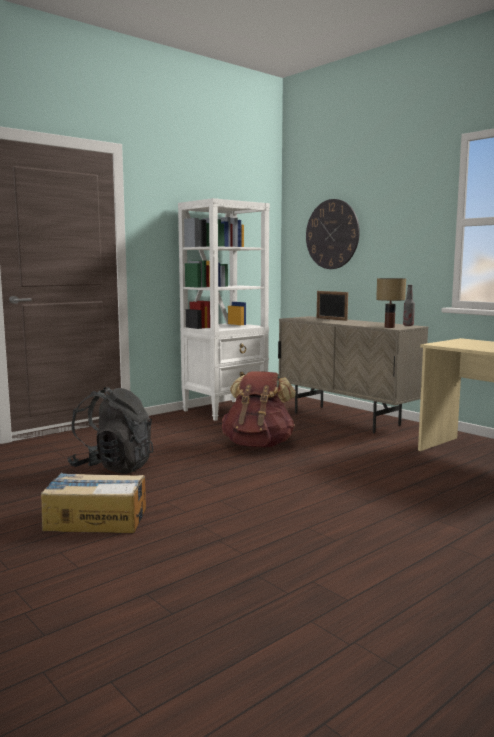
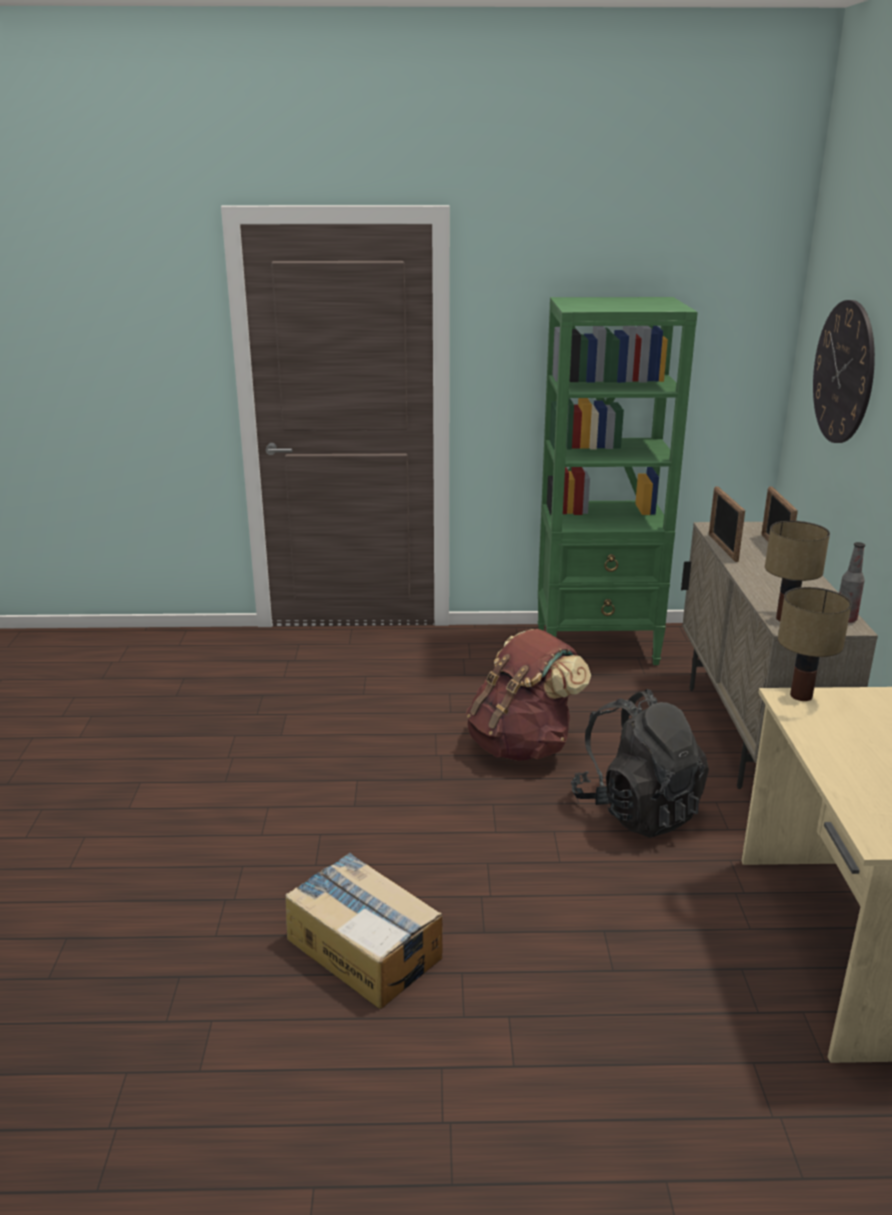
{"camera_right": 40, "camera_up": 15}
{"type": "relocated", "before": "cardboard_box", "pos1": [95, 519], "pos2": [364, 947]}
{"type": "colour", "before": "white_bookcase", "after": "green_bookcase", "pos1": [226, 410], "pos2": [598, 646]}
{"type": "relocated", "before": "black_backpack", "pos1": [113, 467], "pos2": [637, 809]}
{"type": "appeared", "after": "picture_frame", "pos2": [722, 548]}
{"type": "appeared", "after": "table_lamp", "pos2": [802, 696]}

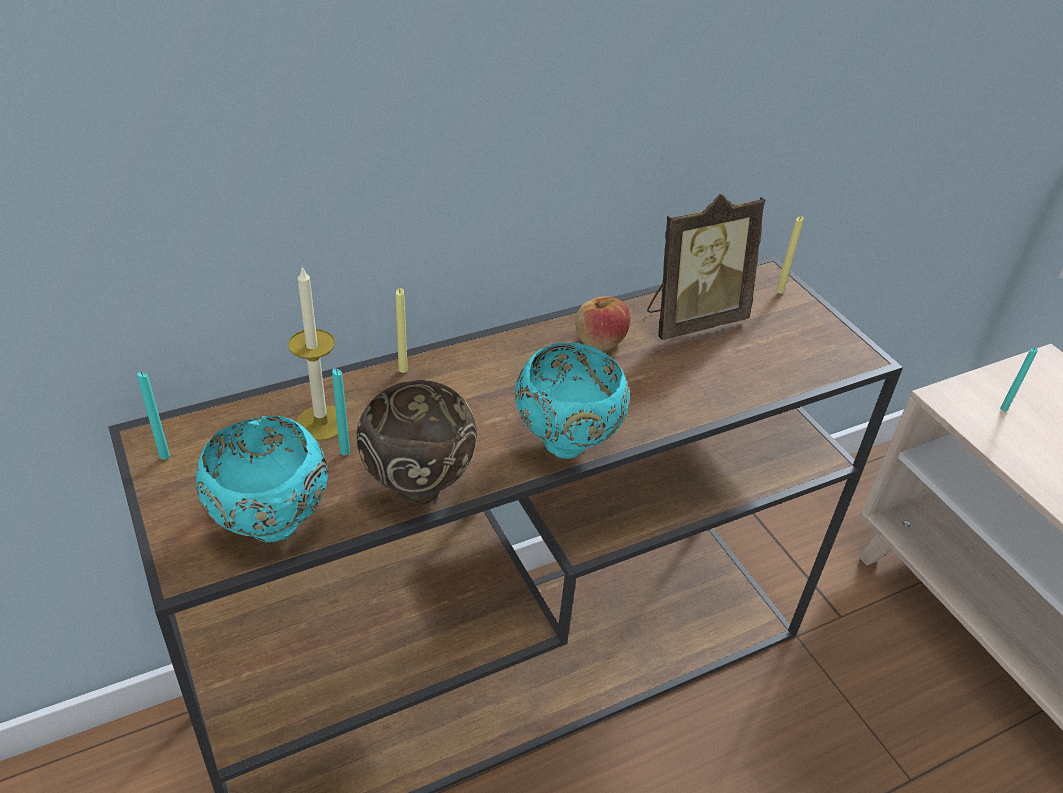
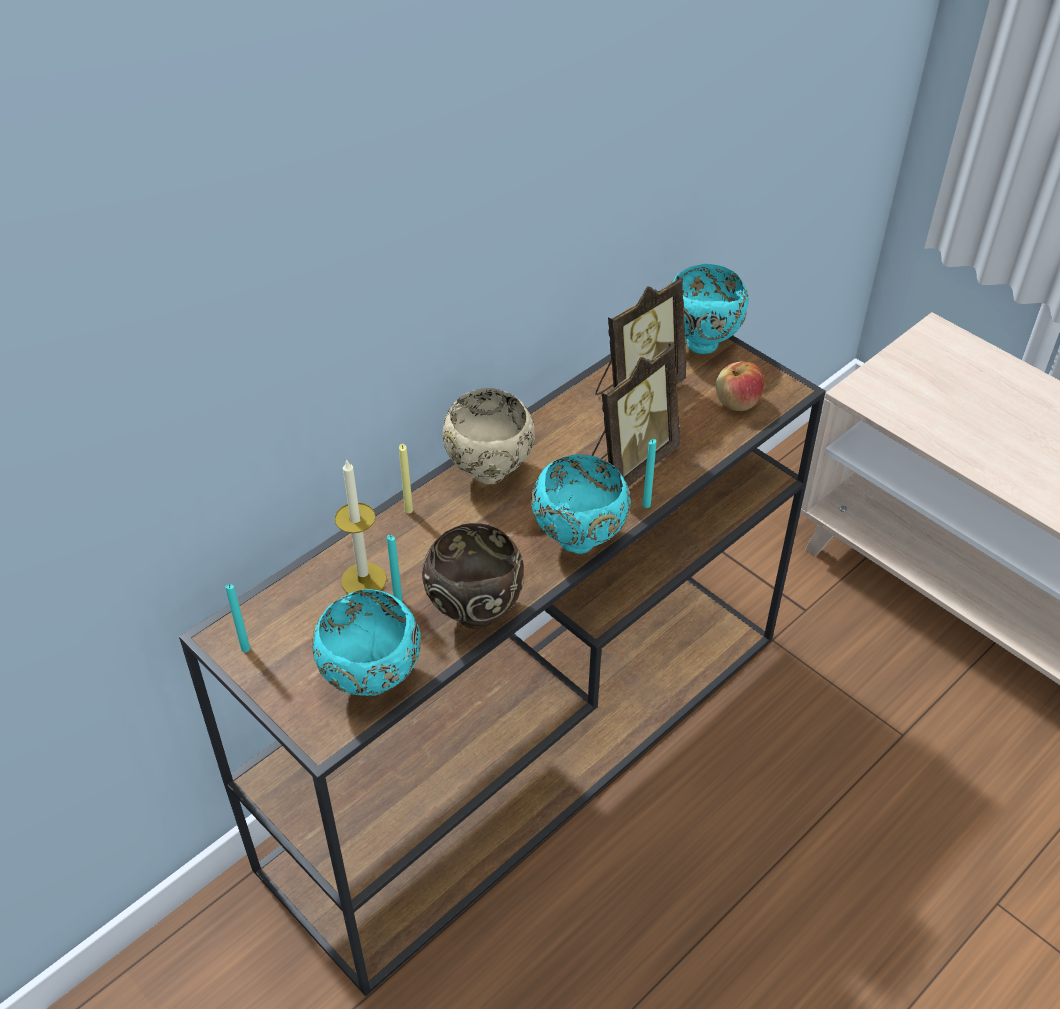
{"camera_right": -15, "camera_up": 5}
{"type": "appeared", "after": "beige_bowl", "pos2": [490, 474]}
{"type": "appeared", "after": "picture_frame", "pos2": [629, 463]}
{"type": "relocated", "before": "turquoise_candle", "pos1": [1003, 409], "pos2": [646, 505]}
{"type": "exchanged", "before": "yellow_candle", "after": "turquoise_bowl", "pos1": [780, 291], "pos2": [701, 342]}
{"type": "relocated", "before": "apple", "pos1": [599, 341], "pos2": [737, 402]}

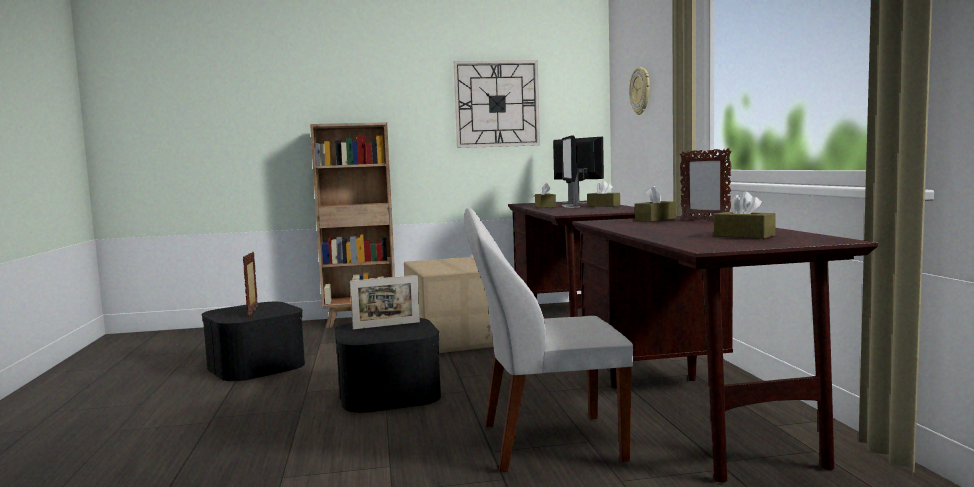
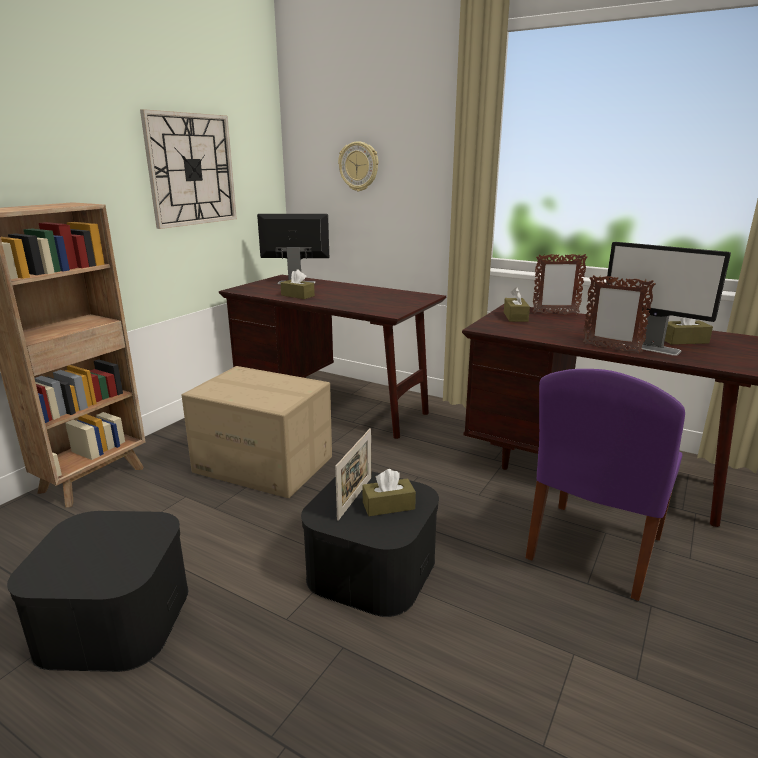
{"camera_right": -50, "camera_up": 15}
{"type": "relocated", "before": "brown_tissue_box", "pos1": [603, 206], "pos2": [388, 506]}
{"type": "colour", "before": "white_chair", "after": "purple_chair", "pos1": [546, 443], "pos2": [592, 550]}
{"type": "relocated", "before": "picture_frame", "pos1": [253, 312], "pos2": [610, 349]}
{"type": "relocated", "before": "monitor", "pos1": [571, 206], "pos2": [650, 347]}

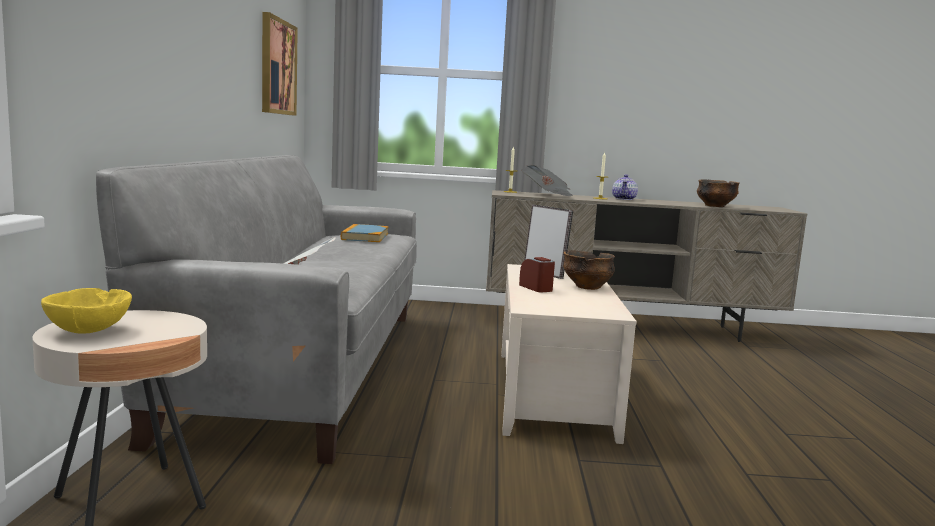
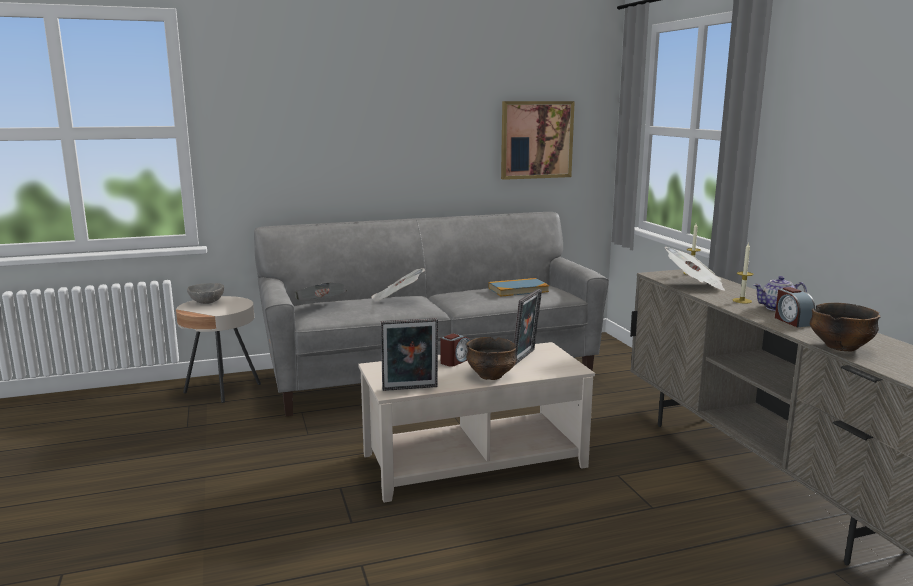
{"camera_right": 70, "camera_up": 5}
{"type": "colour", "before": "yellow_bowl", "after": "grey_bowl", "pos1": [89, 331], "pos2": [207, 303]}
{"type": "appeared", "after": "newspaper", "pos2": [397, 299]}
{"type": "appeared", "after": "picture_frame", "pos2": [410, 389]}
{"type": "appeared", "after": "alarm_clock", "pos2": [792, 321]}

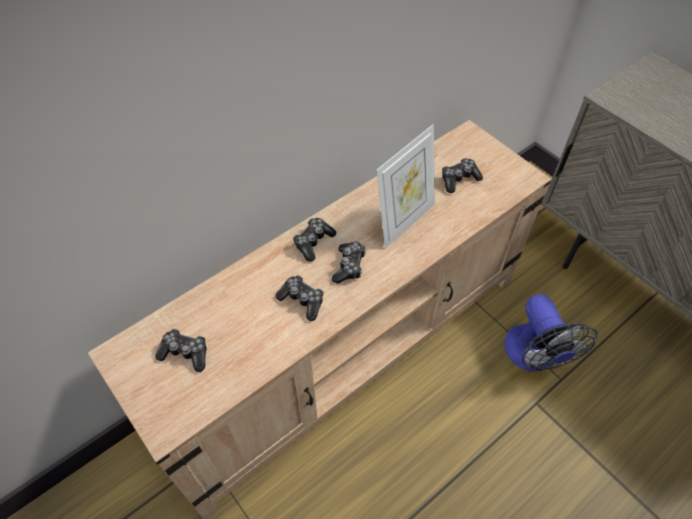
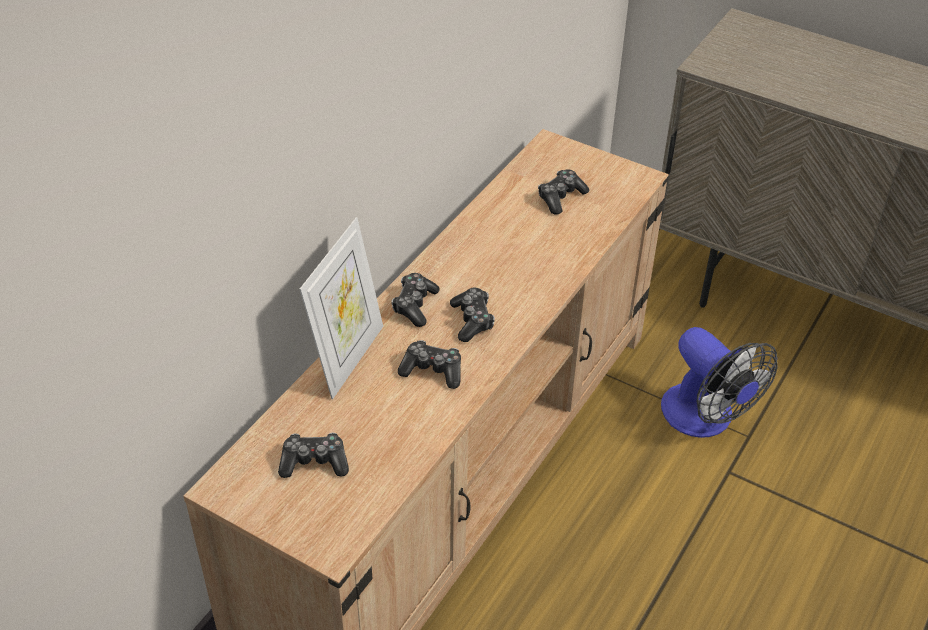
{"camera_right": -20, "camera_up": -10}
{"type": "relocated", "before": "picture_frame", "pos1": [404, 221], "pos2": [348, 358]}

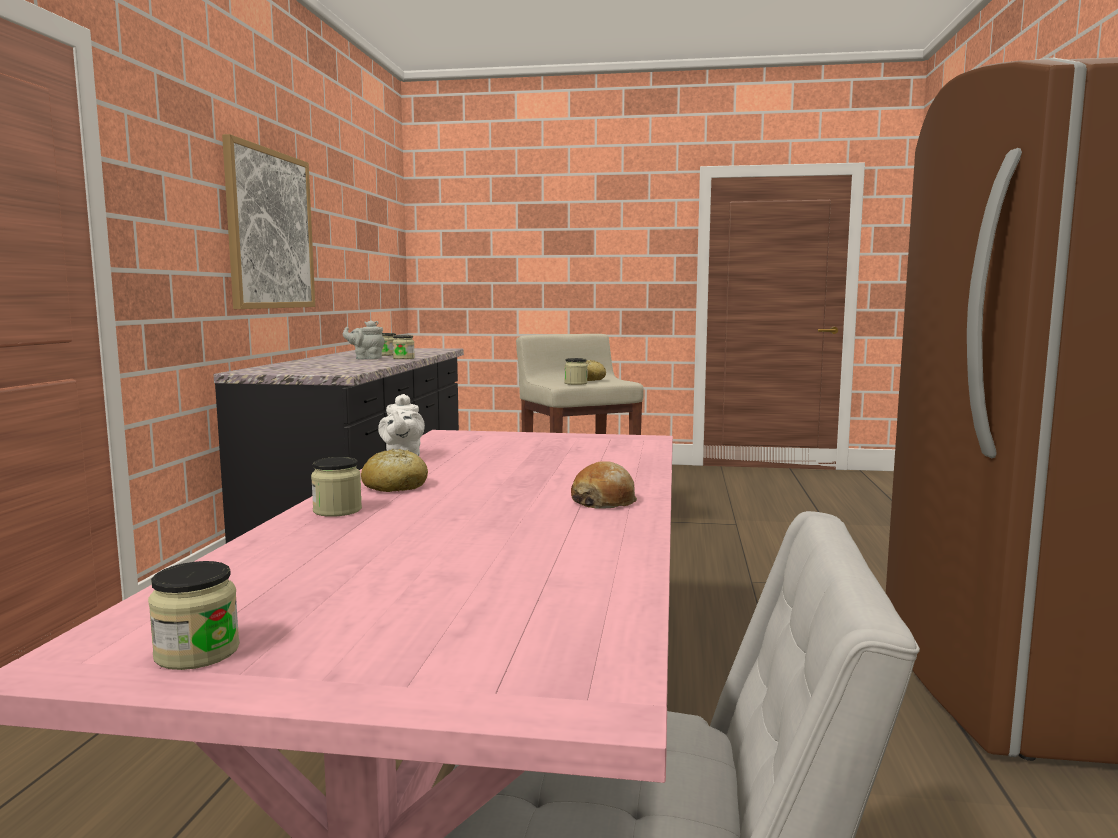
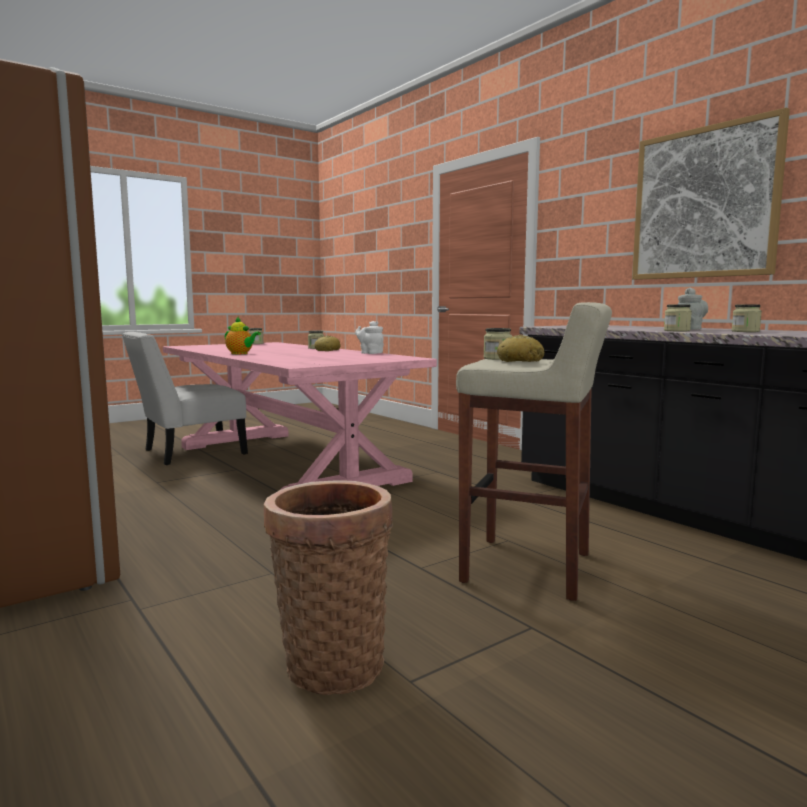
{"camera_right": 135, "camera_up": 0}
{"type": "exchanged", "before": "bread", "after": "teapot", "pos1": [604, 501], "pos2": [241, 354]}
{"type": "appeared", "after": "basket", "pos2": [331, 662]}

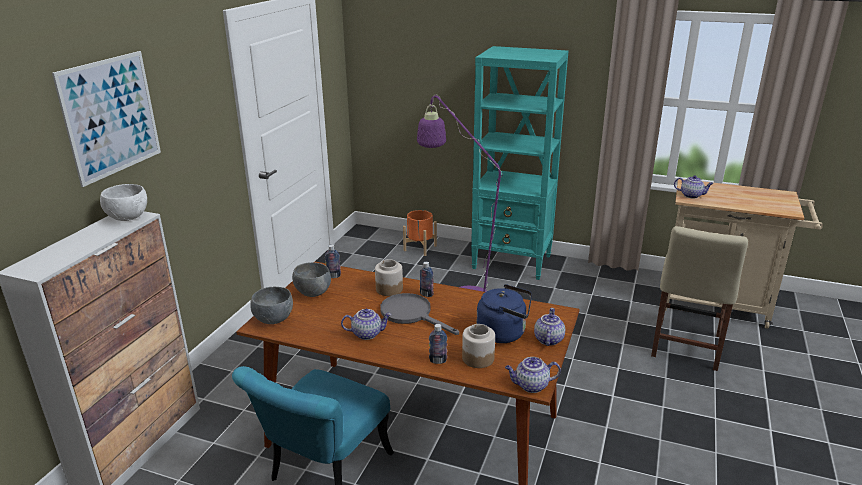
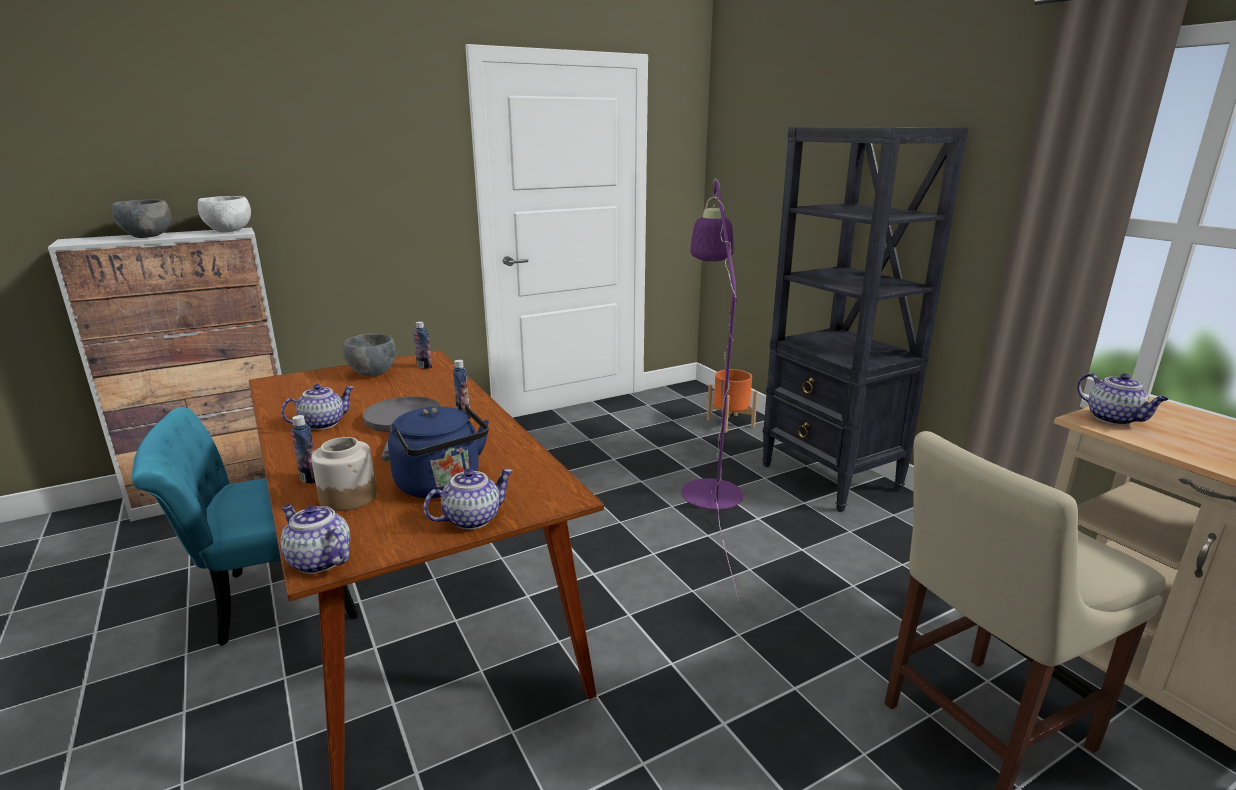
{"camera_right": 40, "camera_up": -5}
{"type": "relocated", "before": "grey_bowl", "pos1": [273, 319], "pos2": [148, 236]}
{"type": "spun", "before": "teapot", "pos1": [367, 333], "pos2": [323, 423], "turn": -75}
{"type": "colour", "before": "turquoise_bookcase", "after": "black_bookcase", "pos1": [512, 262], "pos2": [830, 478]}
{"type": "missing", "before": "picture", "pos1": [111, 116]}
{"type": "missing", "before": "jar", "pos1": [389, 289]}

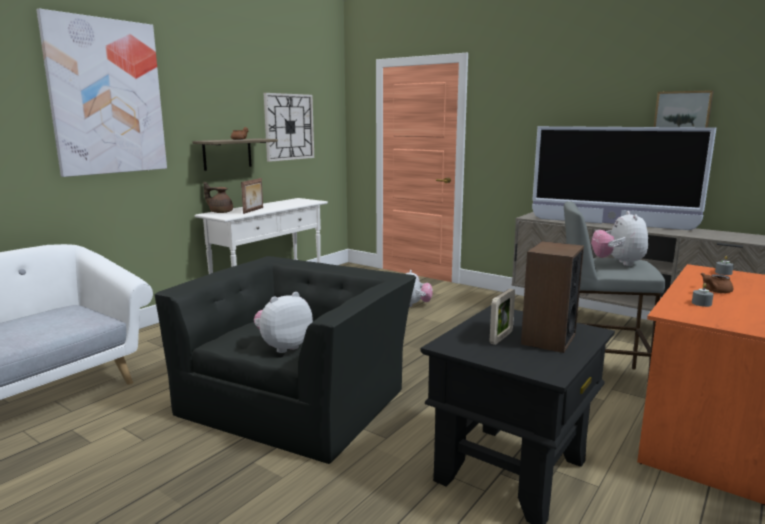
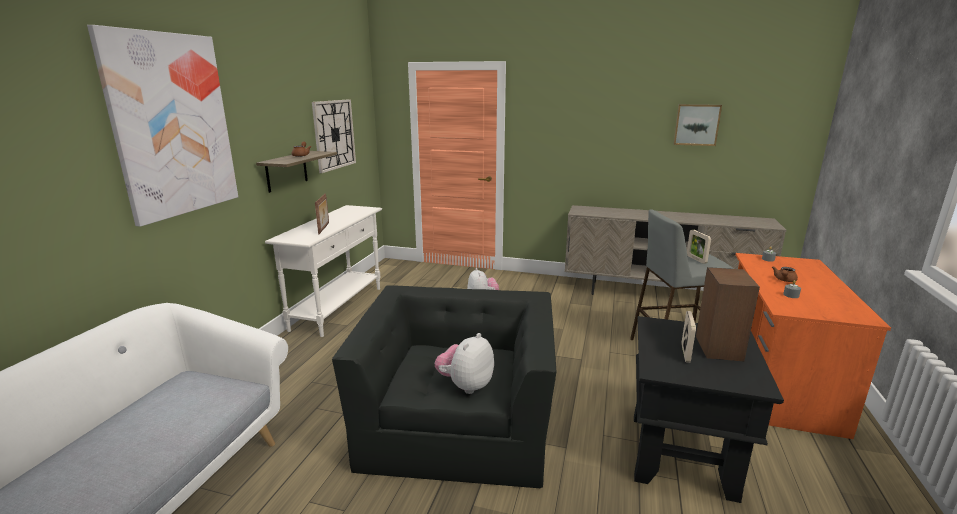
{"camera_right": -20, "camera_up": 5}
{"type": "exchanged", "before": "plush_toy", "after": "picture_frame", "pos1": [618, 263], "pos2": [696, 259]}
{"type": "missing", "before": "brown_teapot", "pos1": [220, 212]}
{"type": "missing", "before": "television", "pos1": [611, 224]}

